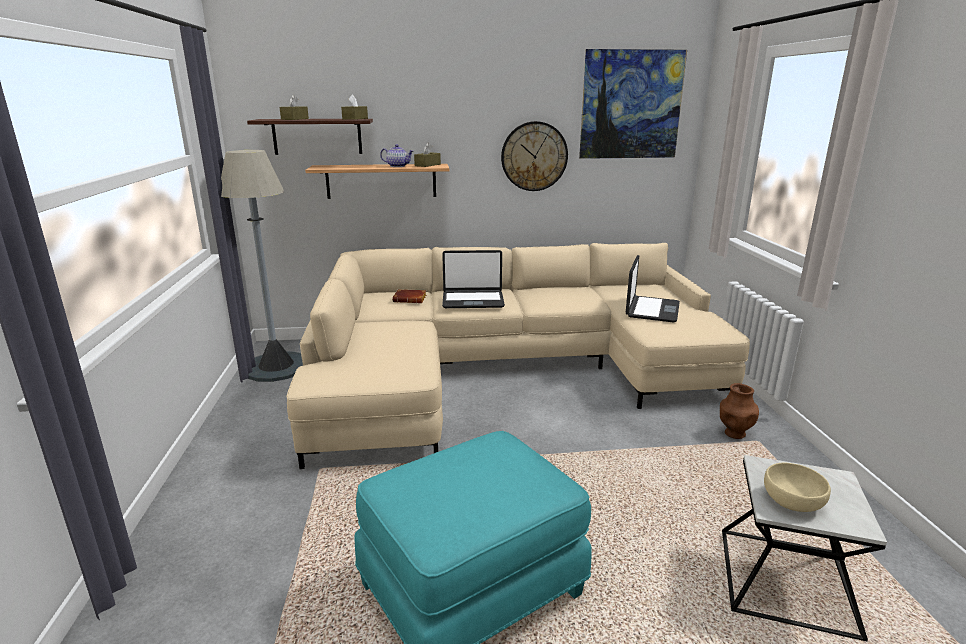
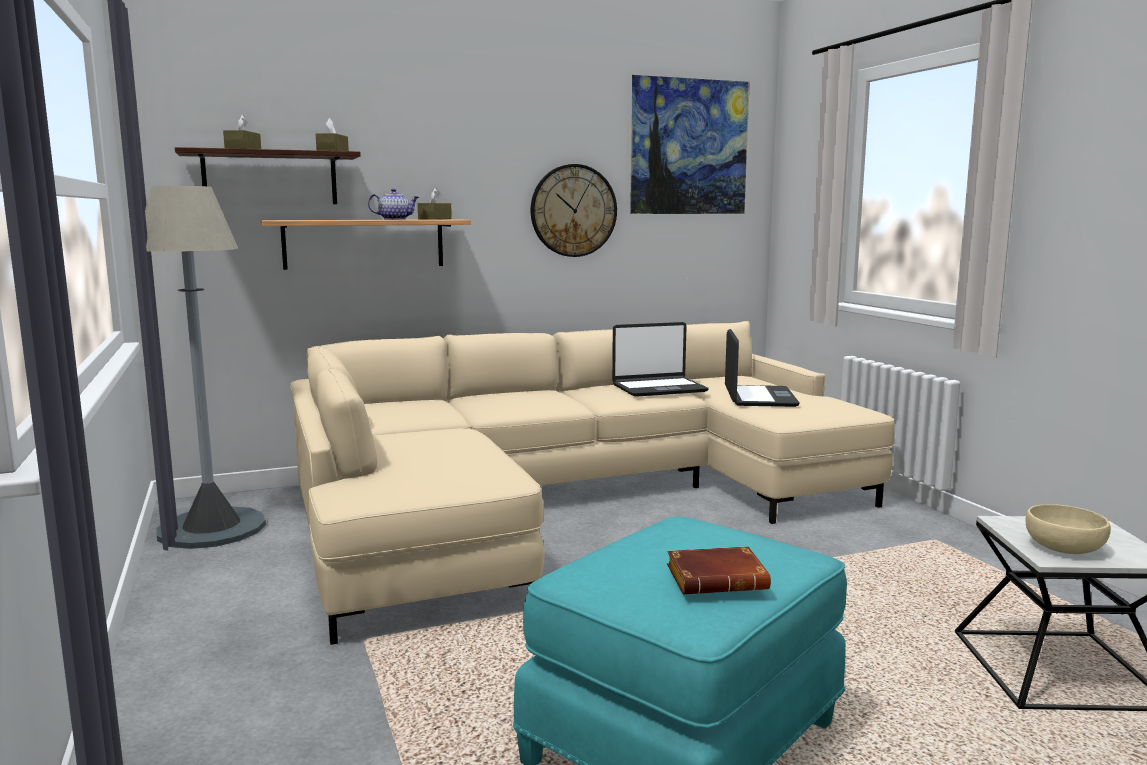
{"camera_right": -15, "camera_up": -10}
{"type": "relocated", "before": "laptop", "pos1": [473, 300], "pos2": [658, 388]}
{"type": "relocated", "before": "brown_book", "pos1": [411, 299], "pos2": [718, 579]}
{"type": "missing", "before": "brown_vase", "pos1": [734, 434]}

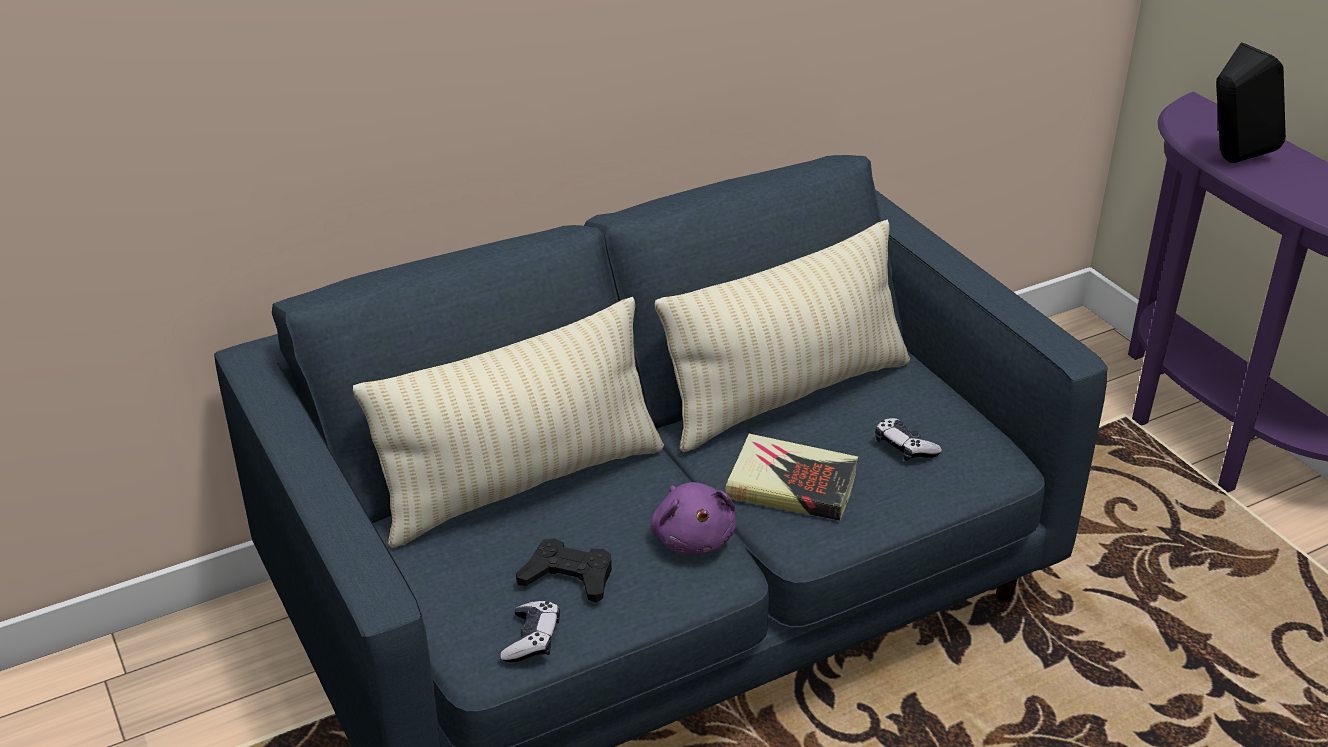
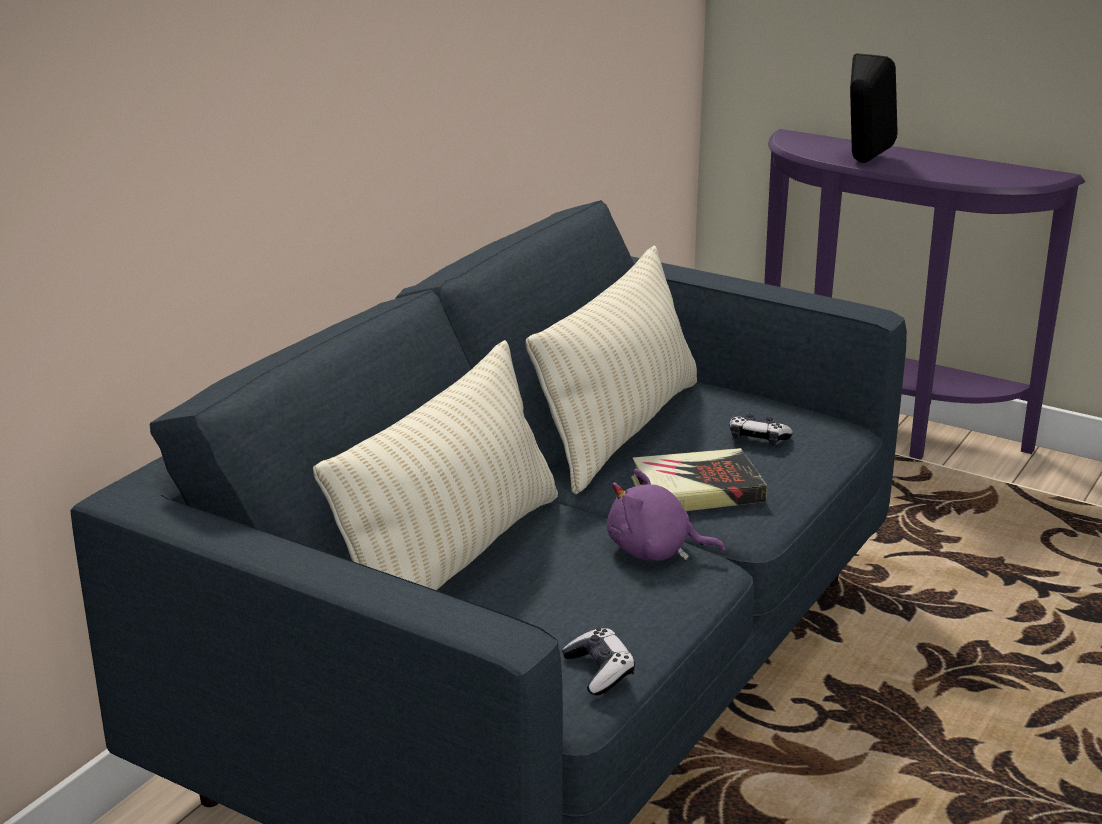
{"camera_right": -30, "camera_up": -10}
{"type": "spun", "before": "purple_plush_toy", "pos1": [693, 537], "pos2": [655, 551], "turn": 150}
{"type": "missing", "before": "black_game_controller", "pos1": [568, 577]}

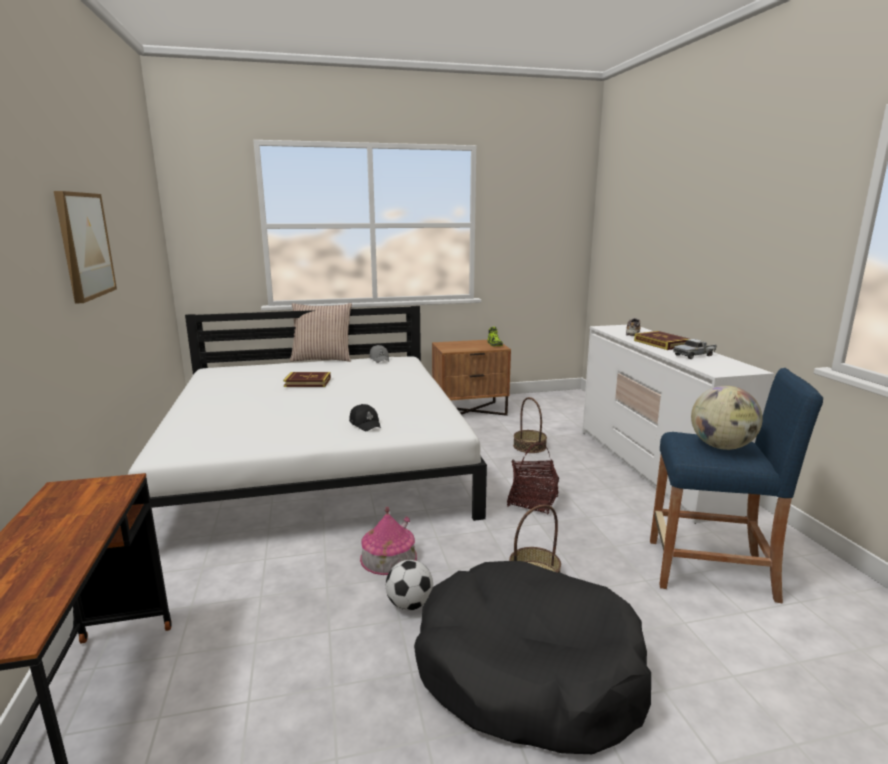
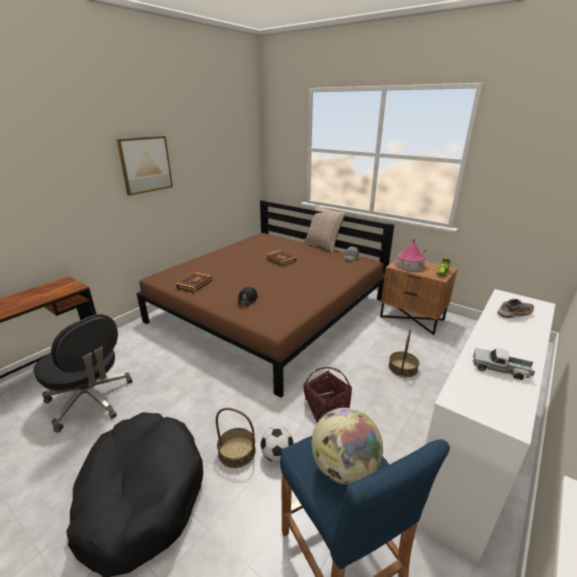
{"camera_right": 50, "camera_up": 10}
{"type": "appeared", "after": "black_office_chair", "pos2": [91, 400]}
{"type": "colour", "before": "white_bed", "after": "brown_bed", "pos1": [317, 463], "pos2": [270, 310]}
{"type": "relocated", "before": "book", "pos1": [661, 343], "pos2": [195, 284]}
{"type": "relocated", "before": "football", "pos1": [409, 604], "pos2": [277, 455]}
{"type": "relocated", "before": "toy_house", "pos1": [388, 557], "pos2": [409, 265]}

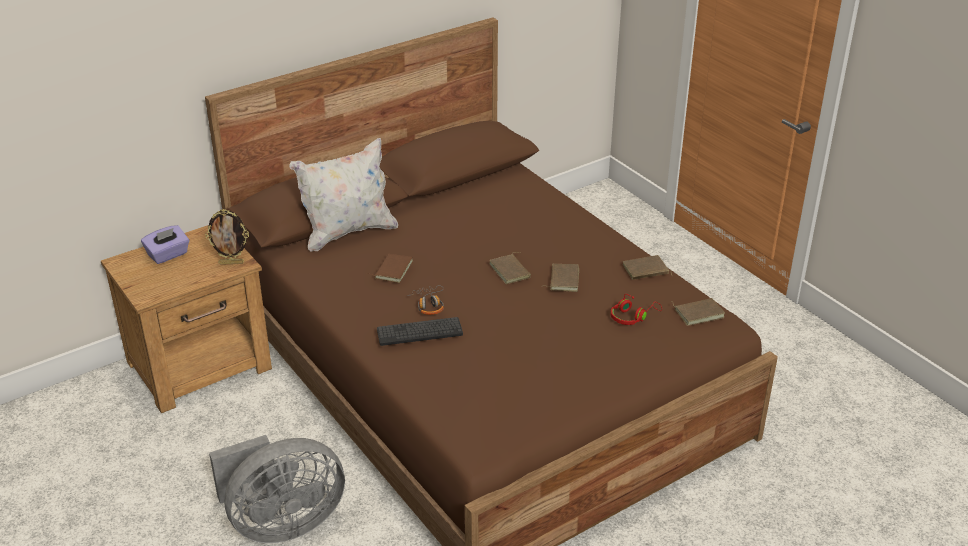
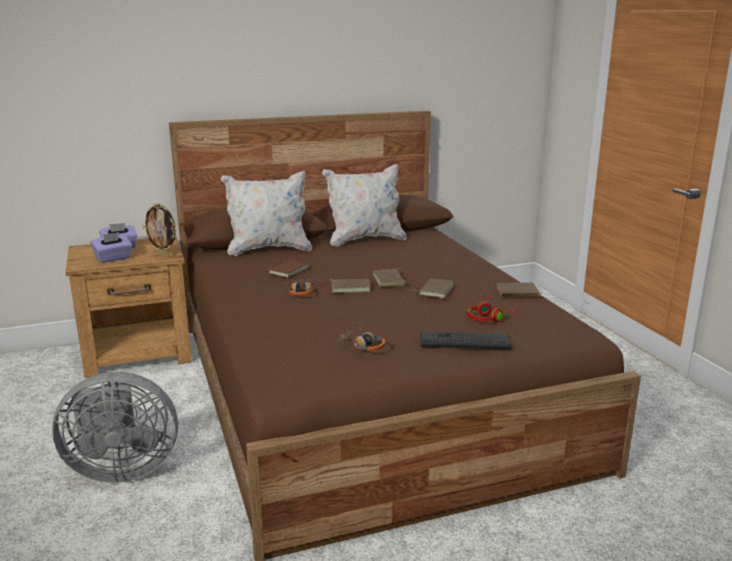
{"camera_right": 15, "camera_up": -15}
{"type": "appeared", "after": "purple_tissue_box", "pos2": [113, 258]}
{"type": "appeared", "after": "white_pillow", "pos2": [364, 240]}
{"type": "relocated", "before": "brown_book", "pos1": [698, 313], "pos2": [350, 287]}
{"type": "appeared", "after": "headphones", "pos2": [362, 345]}
{"type": "relocated", "before": "keyboard", "pos1": [419, 332], "pos2": [464, 342]}

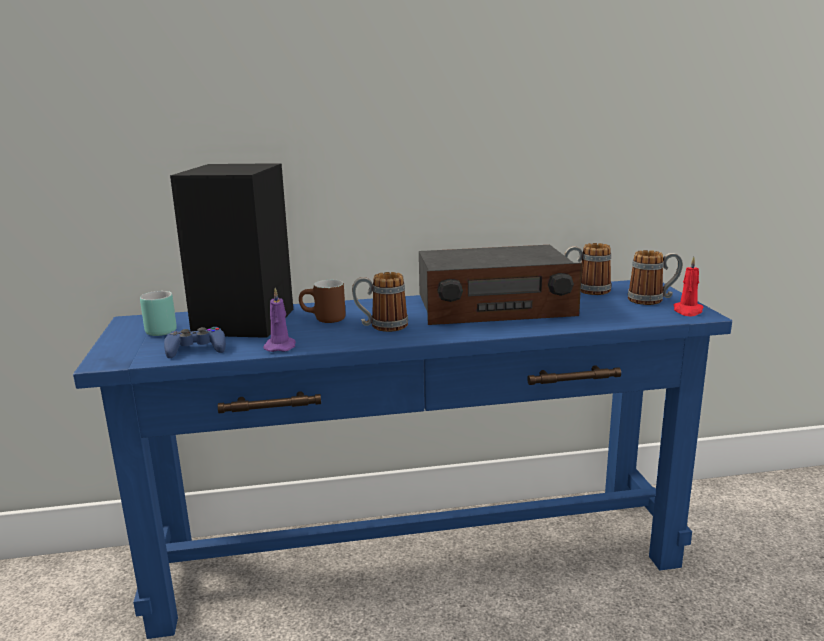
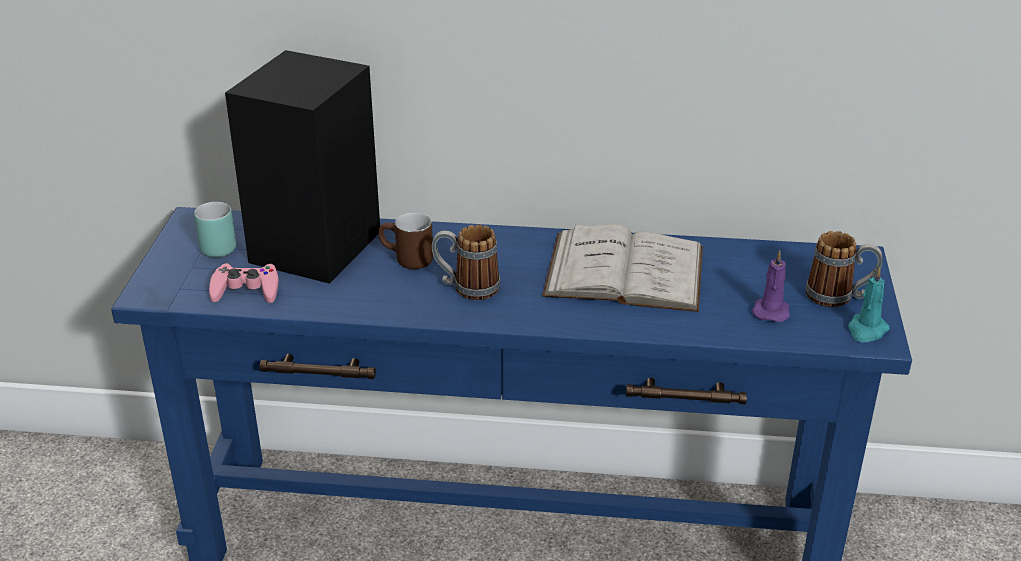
{"camera_right": 15, "camera_up": 15}
{"type": "colour", "before": "blue_game_controller", "after": "pink_game_controller", "pos1": [196, 349], "pos2": [246, 290]}
{"type": "exchanged", "before": "radio", "after": "white_book", "pos1": [494, 306], "pos2": [625, 271]}
{"type": "relocated", "before": "purple_candle", "pos1": [280, 346], "pos2": [771, 311]}
{"type": "colour", "before": "red_candle", "after": "turquoise_candle", "pos1": [688, 311], "pos2": [866, 330]}
{"type": "missing", "before": "mug", "pos1": [586, 291]}

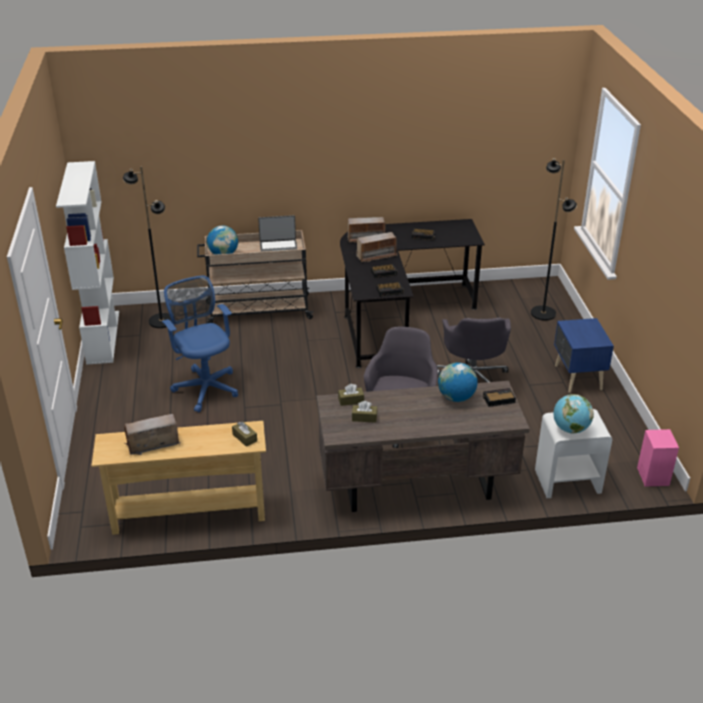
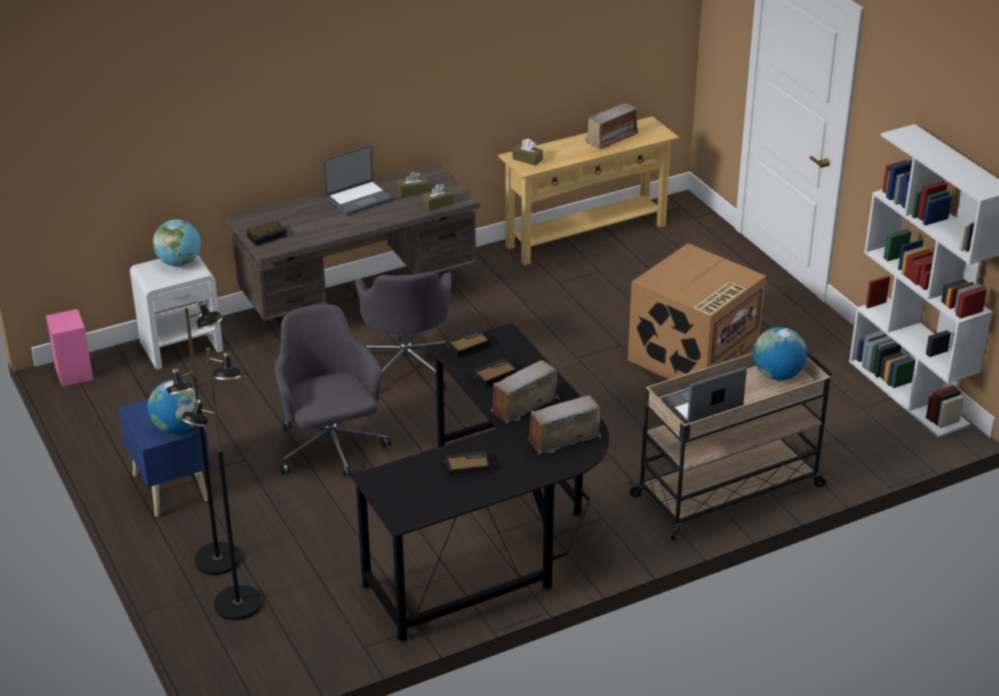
{"camera_right": 160, "camera_up": 0}
{"type": "relocated", "before": "globe", "pos1": [456, 397], "pos2": [177, 427]}
{"type": "relocated", "before": "black_floor_lamp", "pos1": [161, 321], "pos2": [218, 560]}
{"type": "appeared", "after": "laptop", "pos2": [359, 198]}
{"type": "exchanged", "before": "blue_office_chair", "after": "cardboard_box", "pos1": [205, 386], "pos2": [693, 358]}

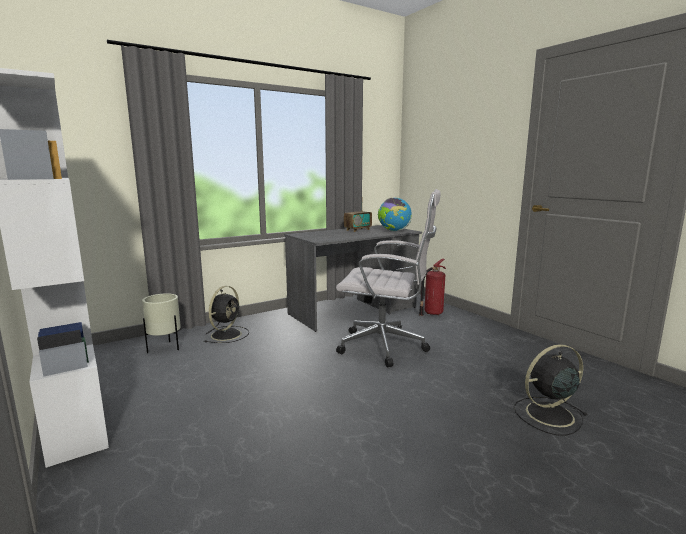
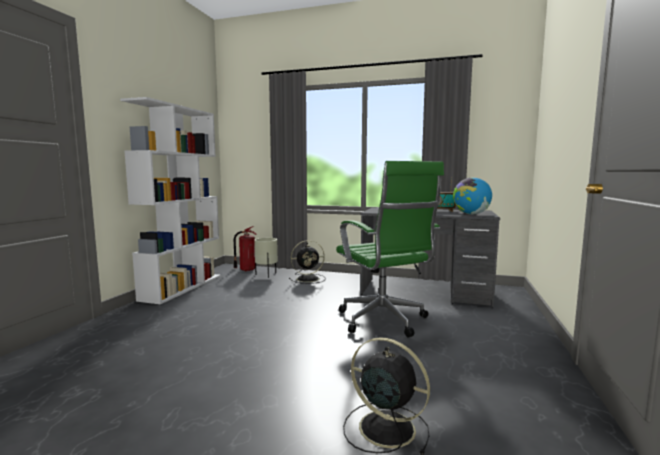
{"camera_right": 50, "camera_up": -5}
{"type": "relocated", "before": "fire_extinguisher", "pos1": [432, 313], "pos2": [246, 269]}
{"type": "colour", "before": "white_office_chair", "after": "green_office_chair", "pos1": [386, 347], "pos2": [384, 321]}

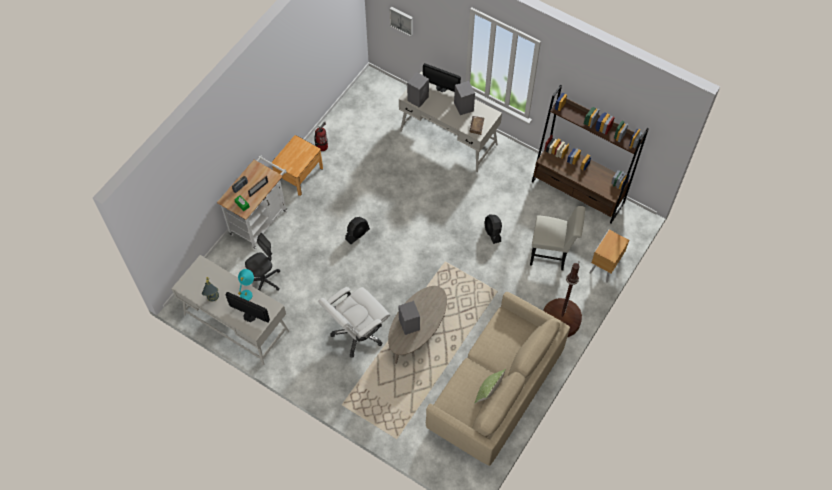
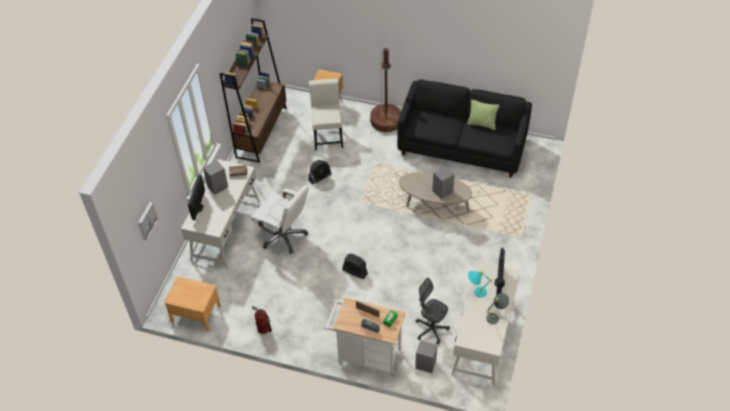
{"camera_right": -105, "camera_up": -10}
{"type": "relocated", "before": "brown_nightstand", "pos1": [299, 174], "pos2": [196, 313]}
{"type": "relocated", "before": "white_office_chair", "pos1": [357, 333], "pos2": [284, 236]}
{"type": "colour", "before": "beige_sofa", "after": "black_sofa", "pos1": [495, 390], "pos2": [462, 146]}
{"type": "relocated", "before": "grey_speaker", "pos1": [418, 98], "pos2": [425, 364]}

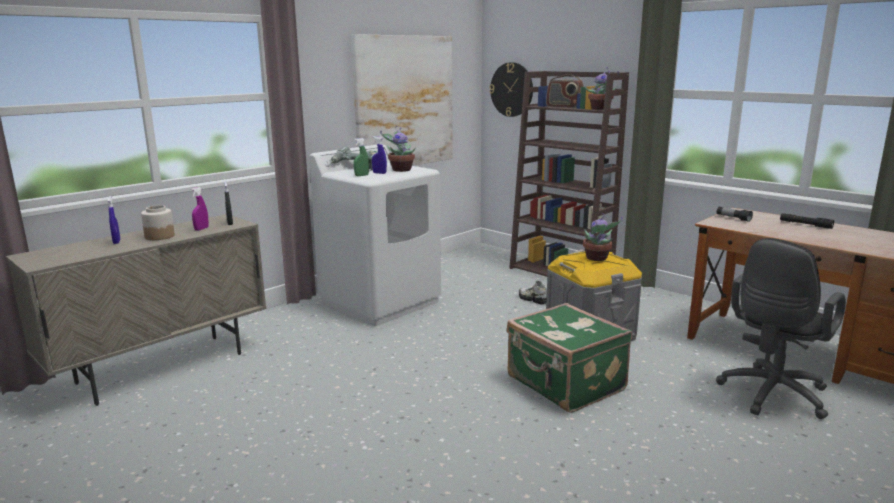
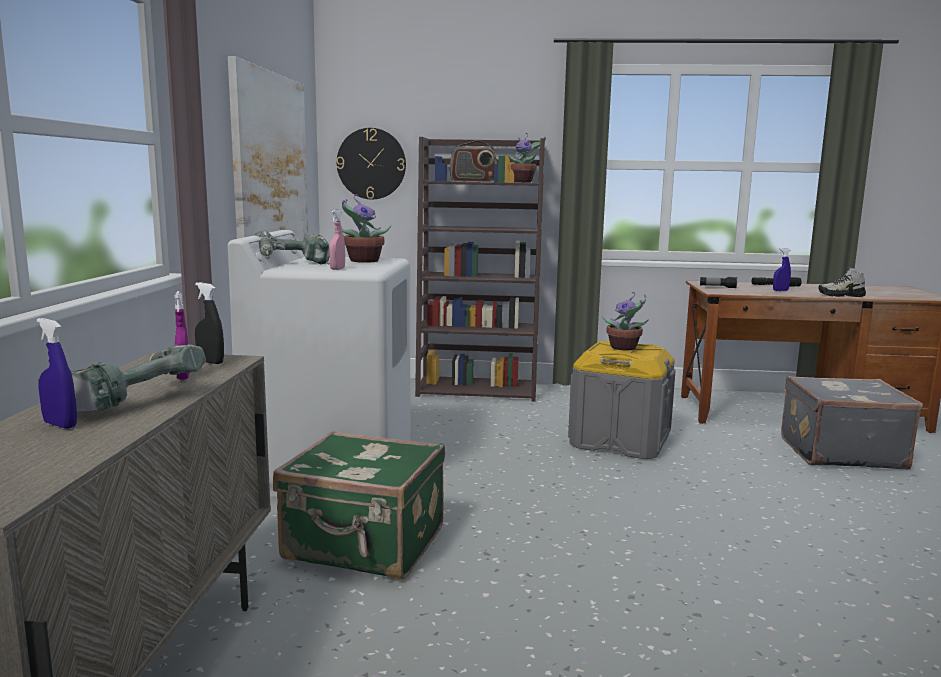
{"camera_right": -40, "camera_up": -5}
{"type": "exchanged", "before": "jar", "after": "power_drill", "pos1": [159, 236], "pos2": [133, 400]}
{"type": "relocated", "before": "green_suitcase", "pos1": [564, 384], "pos2": [365, 545]}
{"type": "colour", "before": "green_spray_bottle", "after": "pink_spray_bottle", "pos1": [361, 175], "pos2": [337, 269]}
{"type": "relocated", "before": "blue_spray_bottle", "pos1": [379, 173], "pos2": [780, 290]}
{"type": "exchanged", "before": "black_office_chair", "after": "grey_suitcase", "pos1": [770, 396], "pos2": [839, 452]}
{"type": "relocated", "before": "shoe", "pos1": [532, 300], "pos2": [841, 295]}

